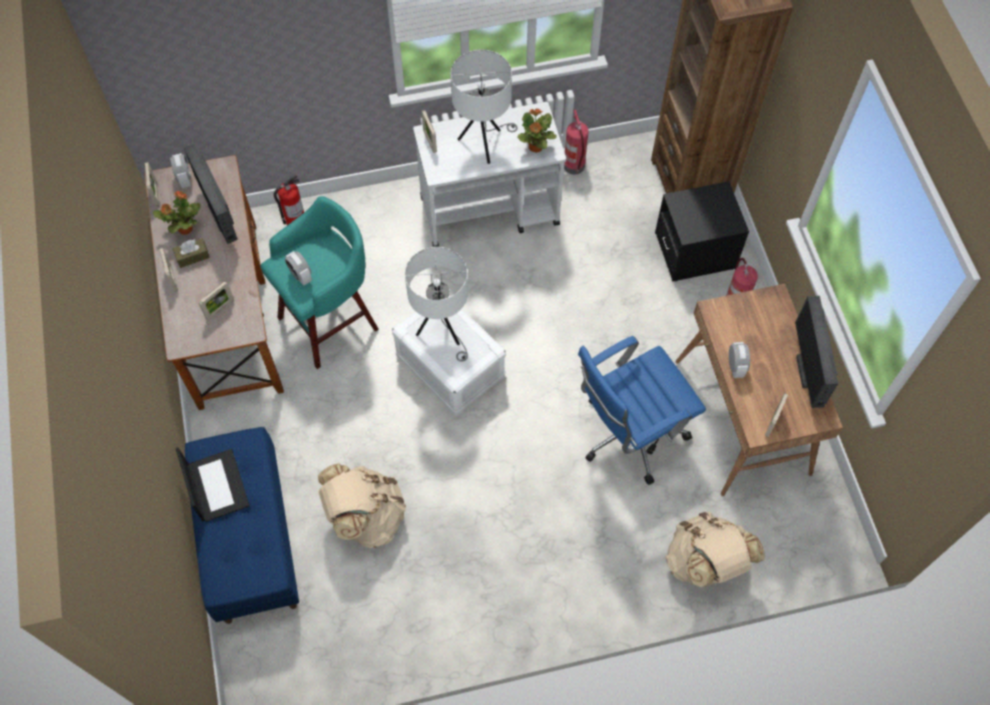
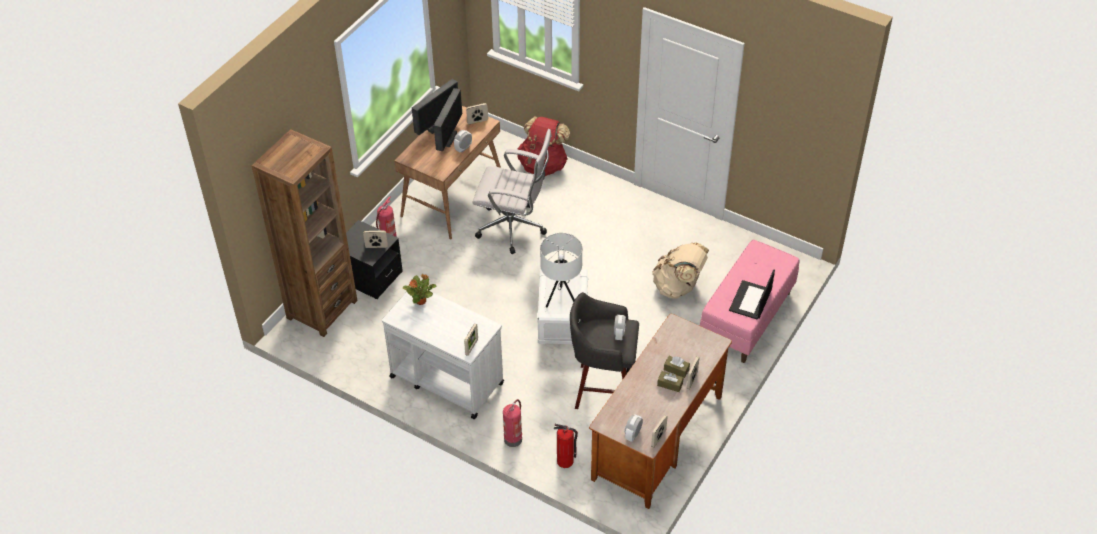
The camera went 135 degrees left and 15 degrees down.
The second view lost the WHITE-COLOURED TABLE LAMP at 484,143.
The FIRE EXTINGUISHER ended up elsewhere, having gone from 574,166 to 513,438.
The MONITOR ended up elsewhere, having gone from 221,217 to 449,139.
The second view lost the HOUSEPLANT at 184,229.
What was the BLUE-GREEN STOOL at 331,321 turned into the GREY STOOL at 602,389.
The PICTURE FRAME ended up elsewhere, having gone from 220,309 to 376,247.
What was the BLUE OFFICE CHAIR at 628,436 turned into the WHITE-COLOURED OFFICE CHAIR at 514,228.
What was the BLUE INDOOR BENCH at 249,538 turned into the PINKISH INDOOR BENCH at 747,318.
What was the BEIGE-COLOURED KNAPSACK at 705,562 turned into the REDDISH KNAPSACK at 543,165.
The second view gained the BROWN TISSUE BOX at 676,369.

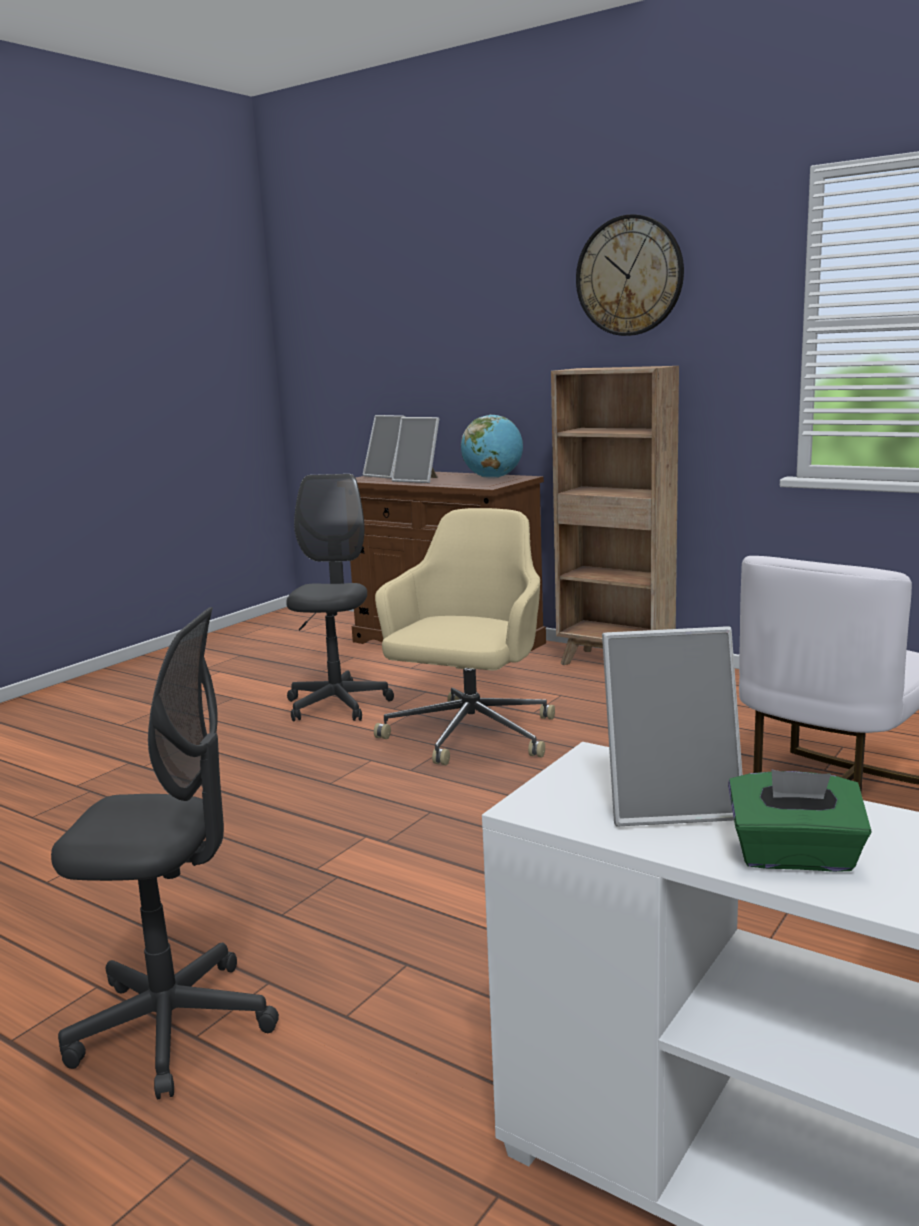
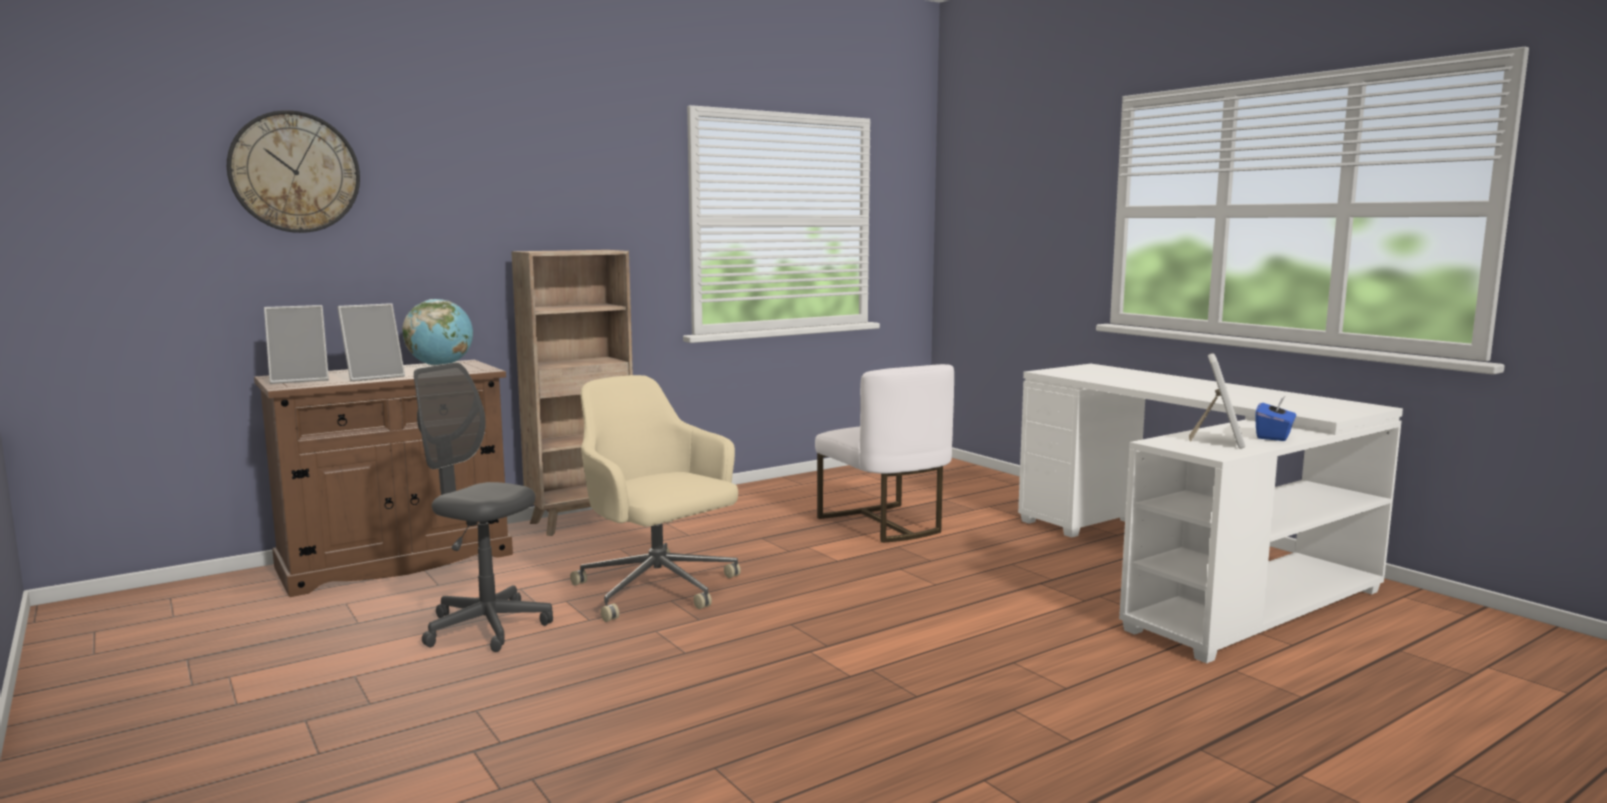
The camera went 70 degrees left and 5 degrees down.
The WALL CLOCK ended up elsewhere, having gone from 629,276 to 294,172.
The second view lost the GREY OFFICE CHAIR at 174,1027.
What was the GREENISH TISSUE BOX at 795,857 turned into the BLUE TISSUE BOX at 1274,436.

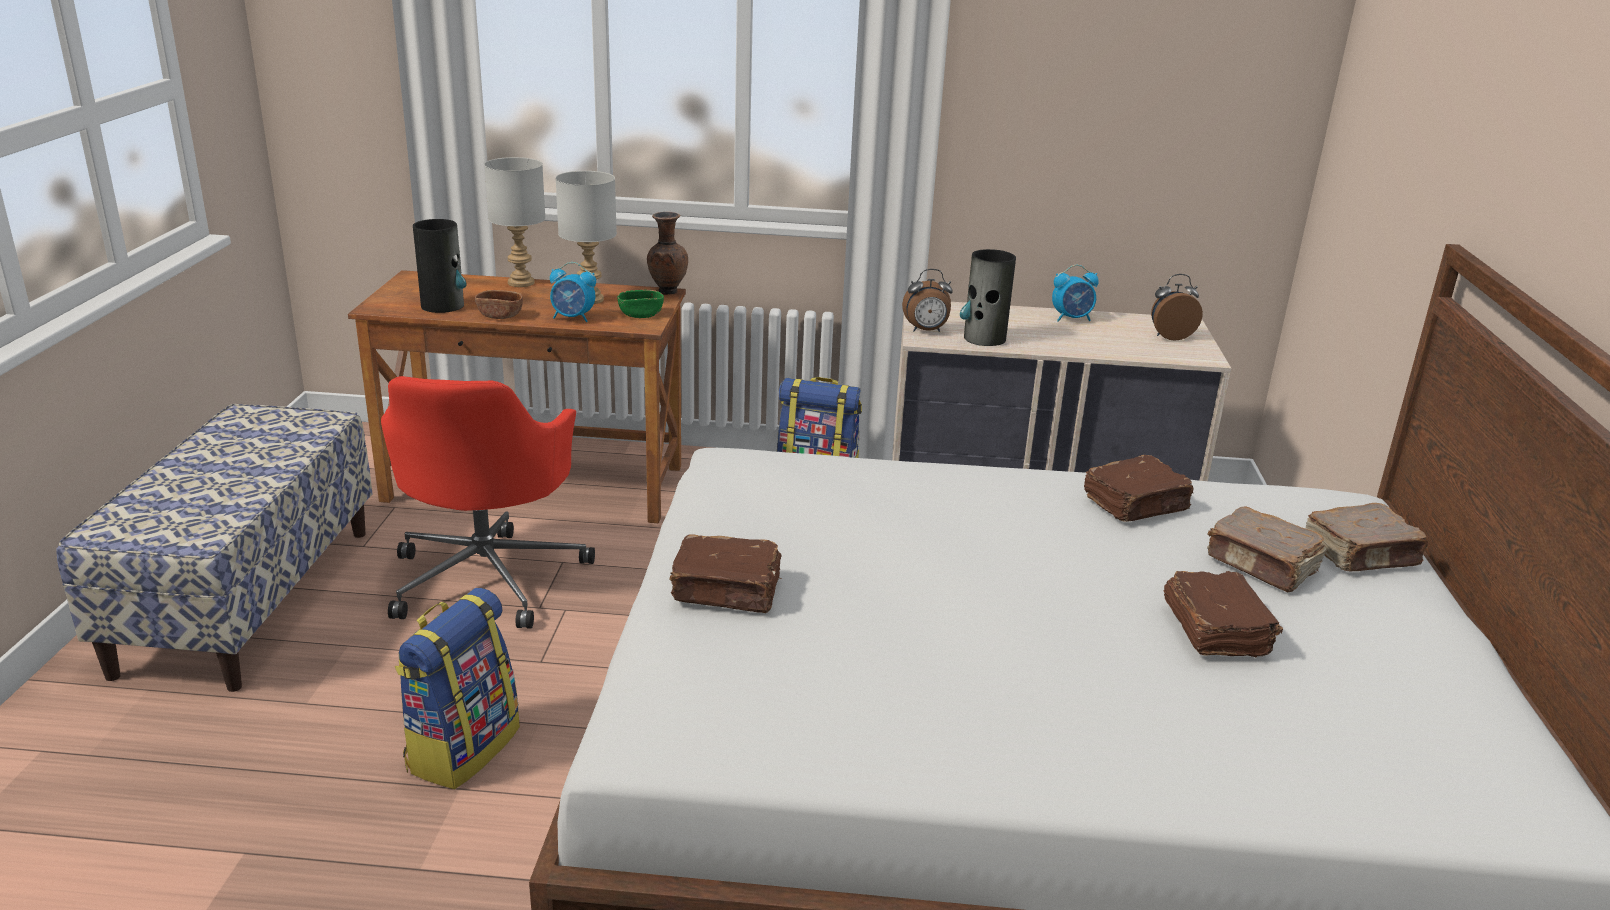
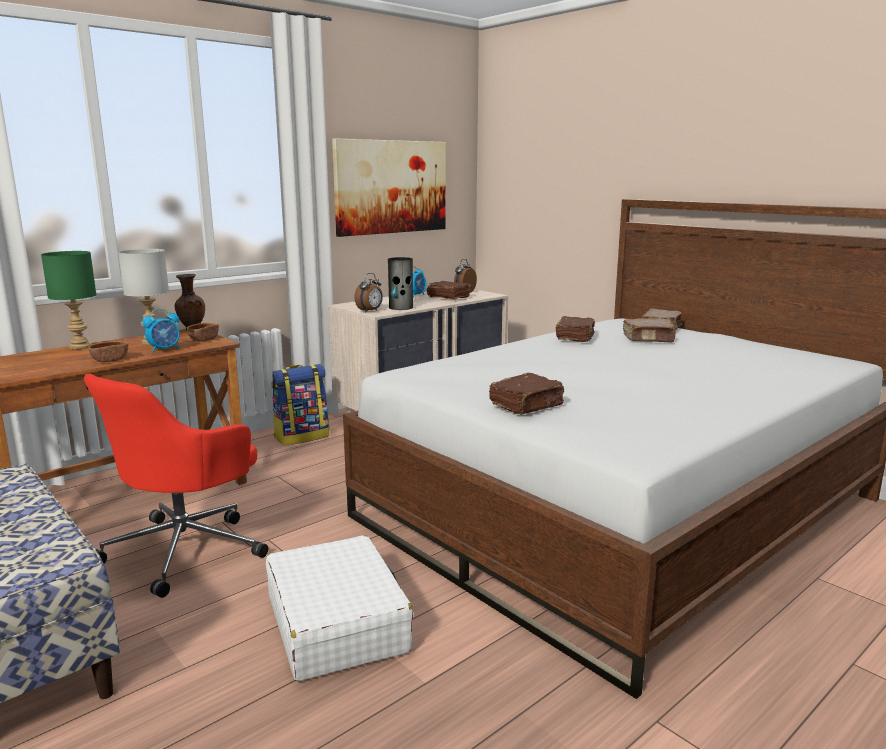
The camera went 45 degrees left and 10 degrees down.
What was the GREY TABLE LAMP at 520,282 turned into the GREENISH TABLE LAMP at 79,347.
The second view lost the DECORATIVE VASE at 443,305.
What was the GREENISH SERVING BOWL at 640,315 turned into the BROWN SERVING BOWL at 204,340.
The REDDISH OFFICE CHAIR at 488,576 ended up facing another way, 75 degrees clockwise from before.
The BROWN BOUND BOOK ended up elsewhere, having gone from 1215,630 to 448,297.
Where the KNAPSACK stood at 462,748, the WHITE-COLOURED TRAVEL CASE came to stand at 337,623.
The second view gained the WALL ART at 391,187.

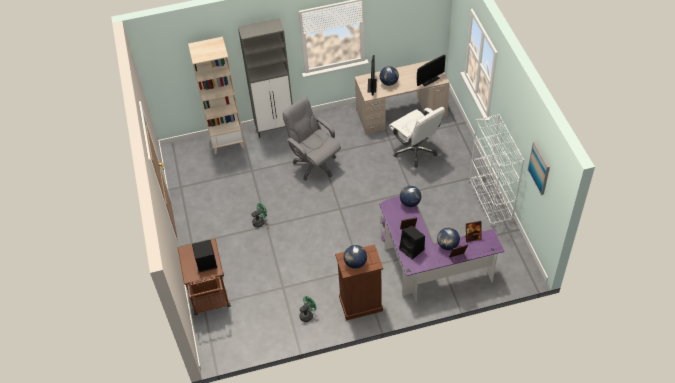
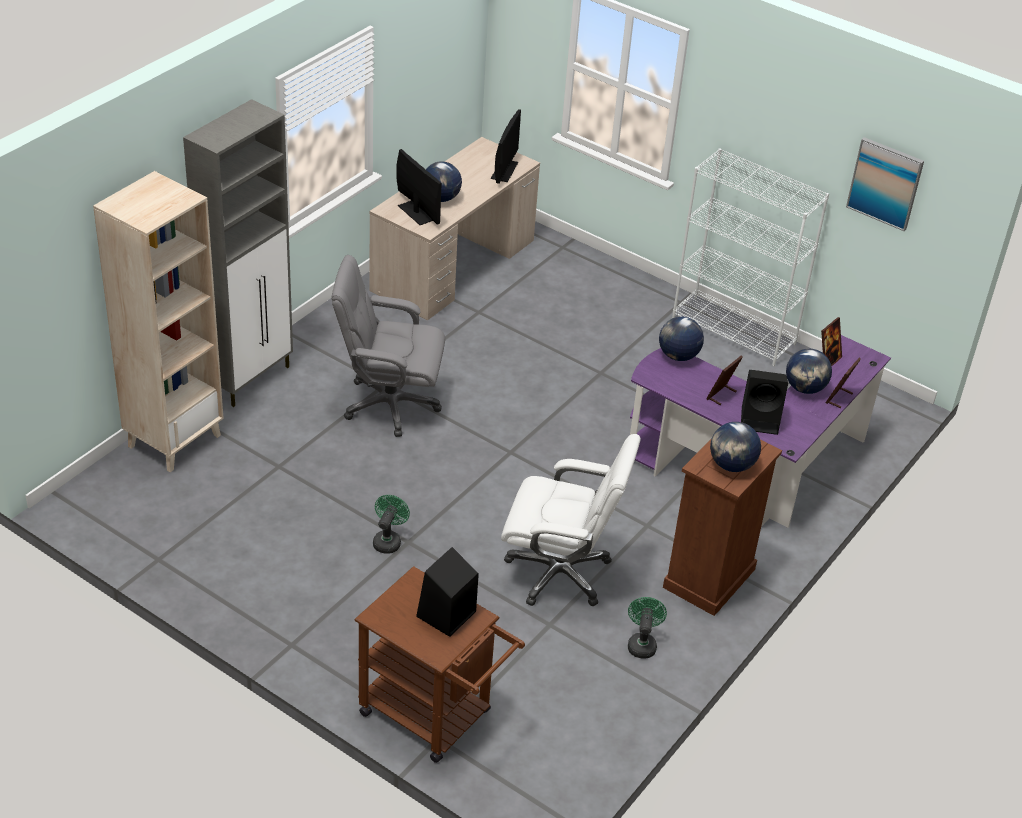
The camera went 45 degrees left and 10 degrees down.
The WHITE-COLOURED OFFICE CHAIR ended up elsewhere, having gone from 415,151 to 560,573.

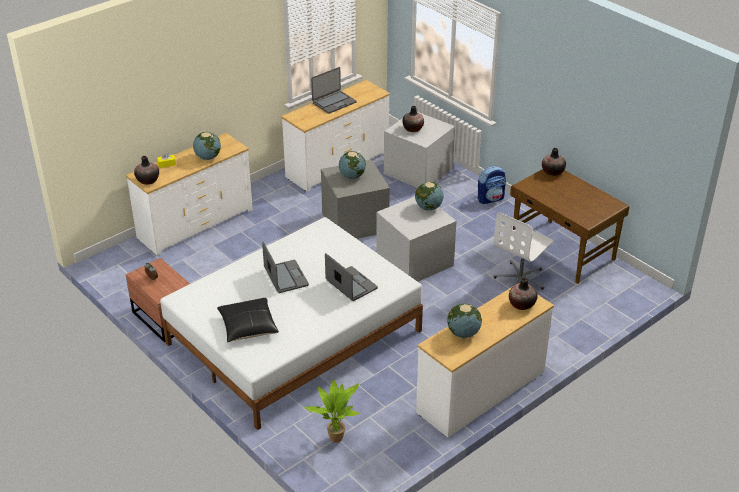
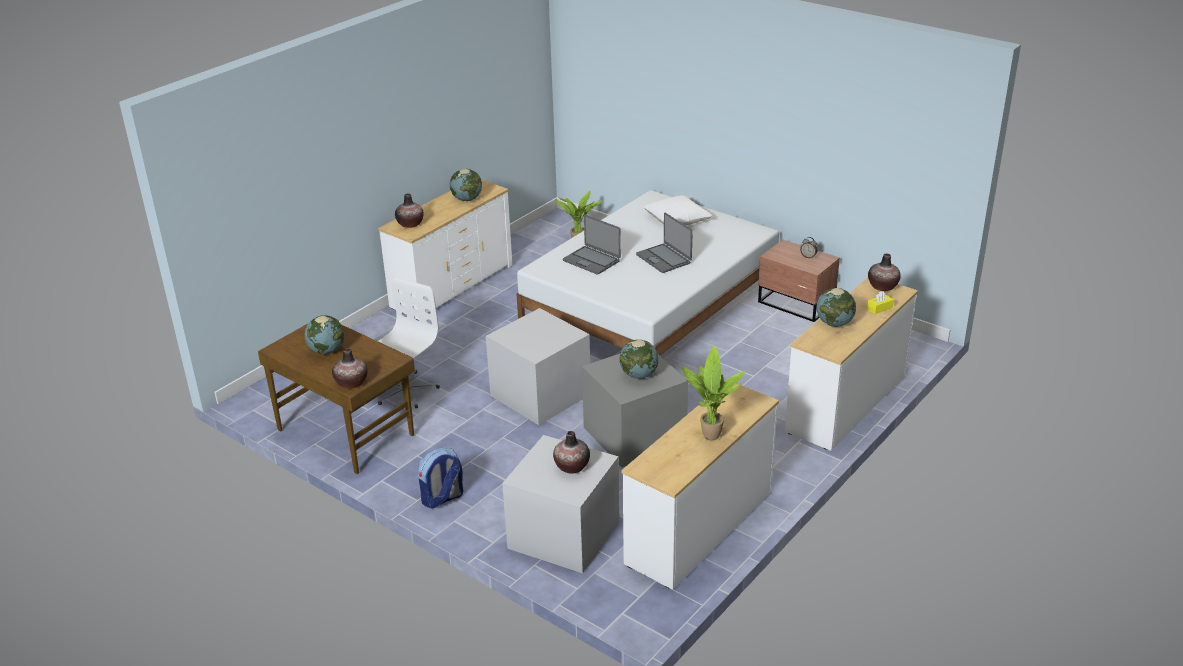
The camera went 170 degrees right and 5 degrees down.
Where the LAPTOP stood at 334,102, the HOUSEPLANT came to stand at 708,435.
The DESK GLOBE ended up elsewhere, having gone from 428,207 to 327,350.
What was the BLACK PILLOW at 248,326 turned into the WHITE-COLOURED PILLOW at 677,219.

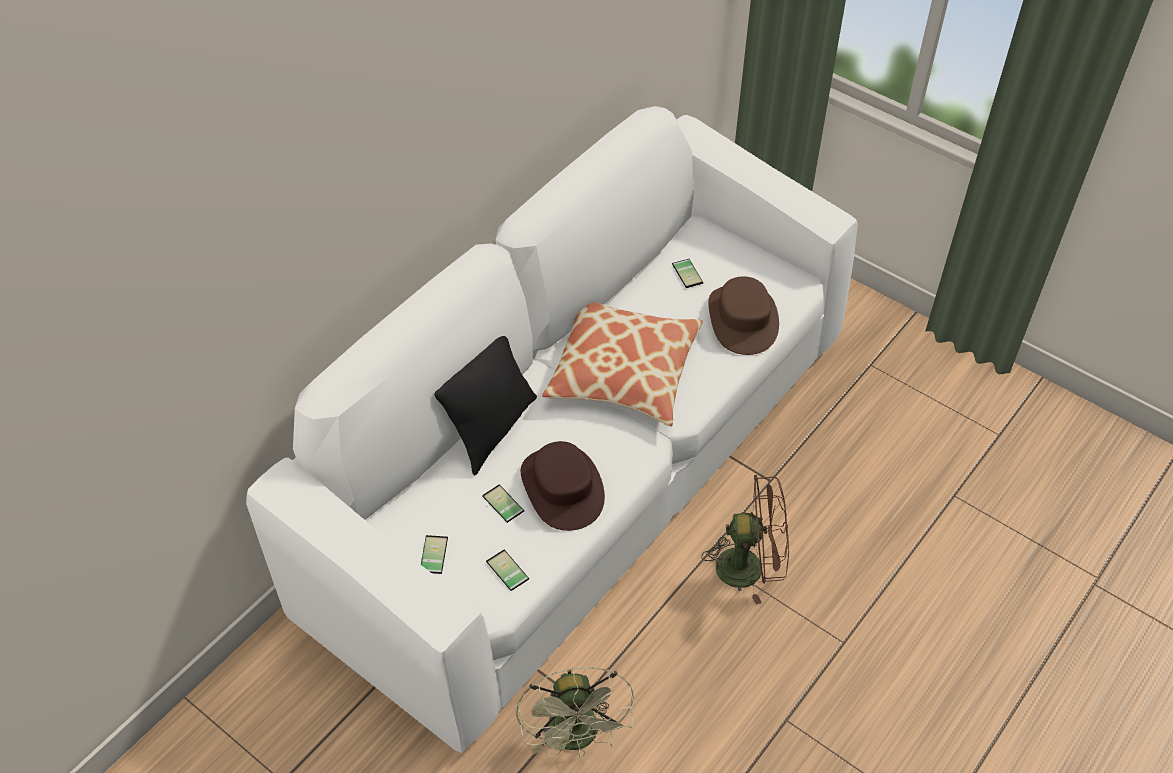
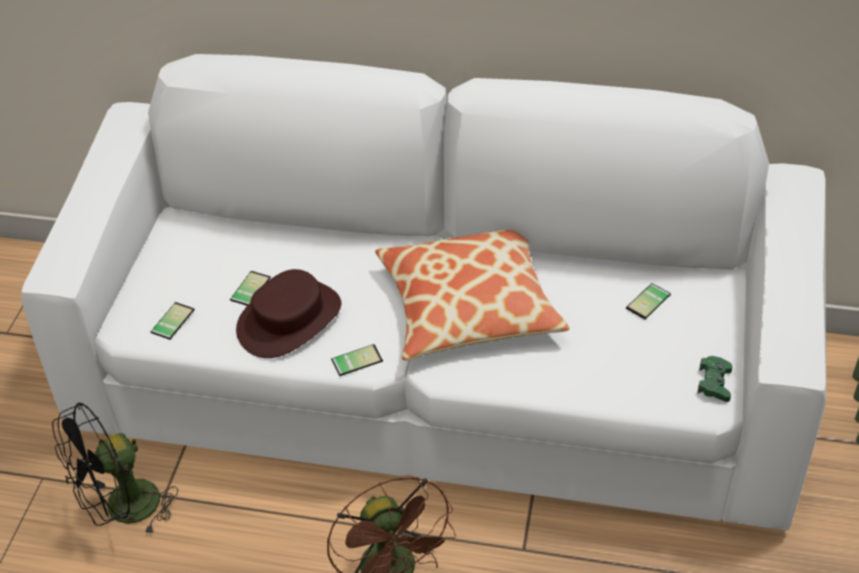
The camera went 65 degrees right and 5 degrees down.
The second view lost the BROWN CLOTHING HAT at 743,319.
The second view lost the BLACK PILLOW at 492,429.
The PHONE ended up elsewhere, having gone from 431,554 to 356,358.
What was the GREENISH COOLING FAN at 577,738 turned into the BLACK COOLING FAN at 123,510.
The second view gained the GREENISH GAMEPAD at 714,383.

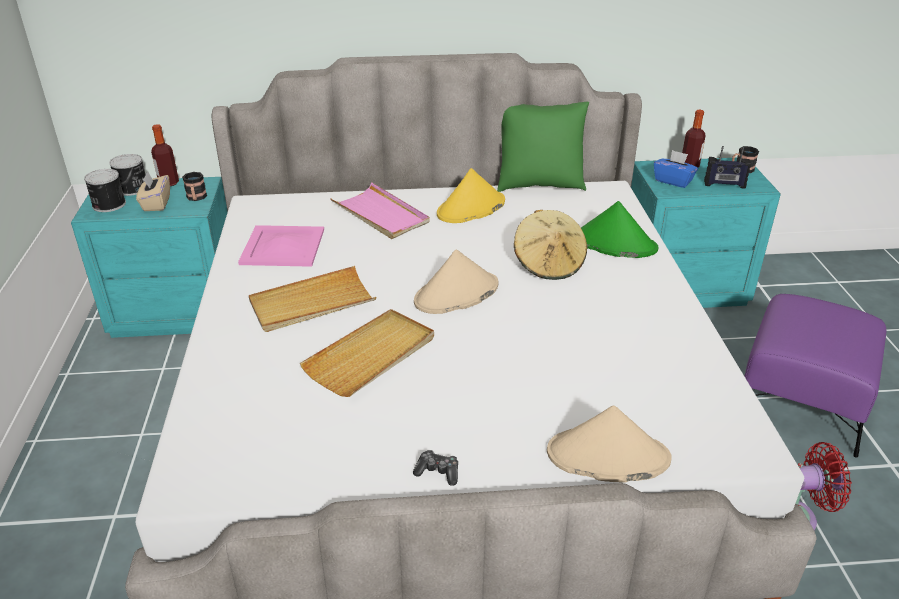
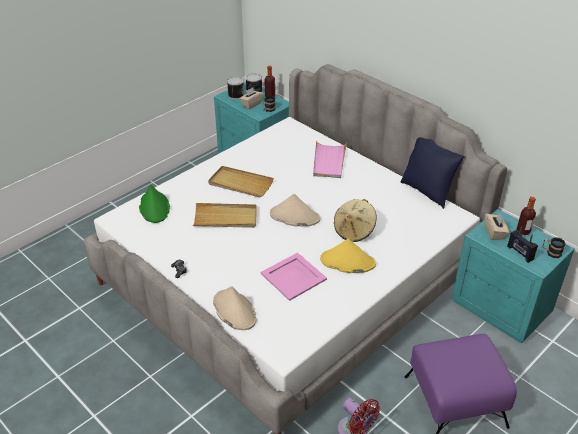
The camera went 50 degrees right and 5 degrees up.
What was the GREENISH PILLOW at 539,185 turned into the BLUE PILLOW at 427,191.
What was the BLUE TISSUE BOX at 673,181 turned into the BEIGE-COLOURED TISSUE BOX at 494,232.
The YELLOW CLOTHING HAT ended up elsewhere, having gone from 471,208 to 347,262.
The GREENISH CLOTHING HAT ended up elsewhere, having gone from 614,243 to 154,207.
The PINKISH SERVING TRAY ended up elsewhere, having gone from 283,246 to 294,276.

